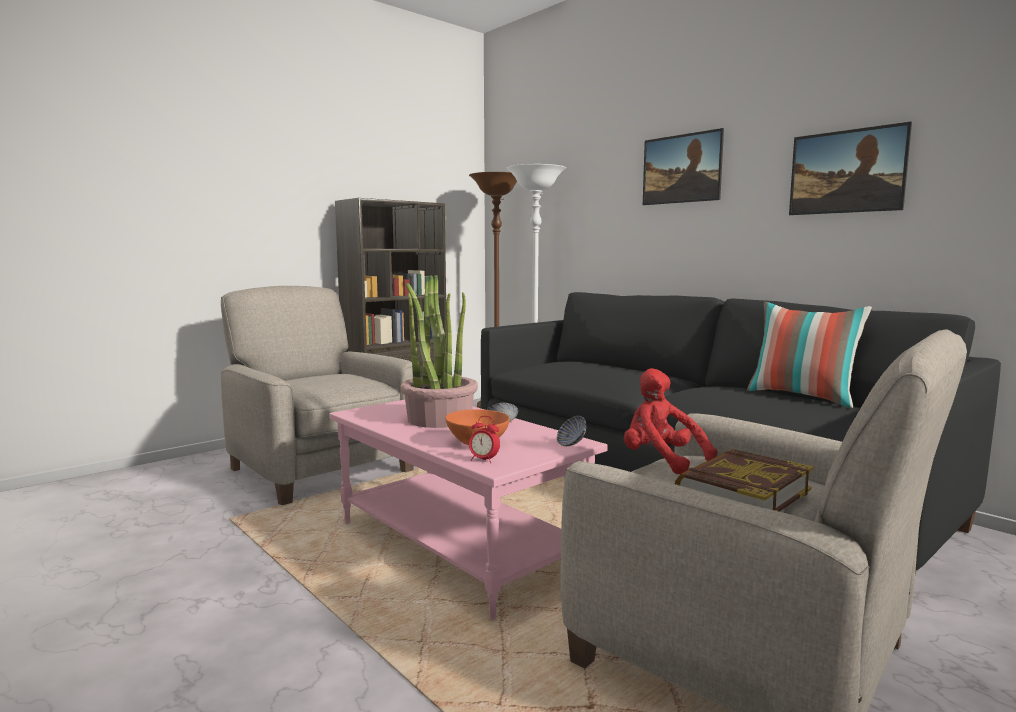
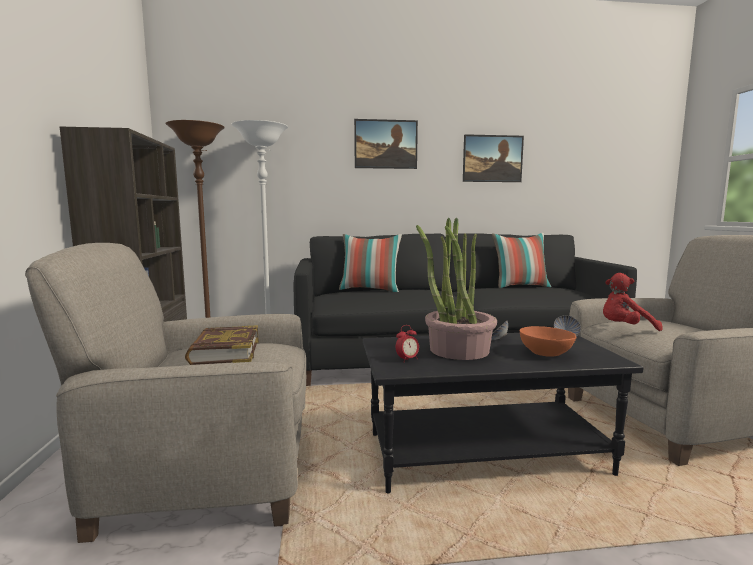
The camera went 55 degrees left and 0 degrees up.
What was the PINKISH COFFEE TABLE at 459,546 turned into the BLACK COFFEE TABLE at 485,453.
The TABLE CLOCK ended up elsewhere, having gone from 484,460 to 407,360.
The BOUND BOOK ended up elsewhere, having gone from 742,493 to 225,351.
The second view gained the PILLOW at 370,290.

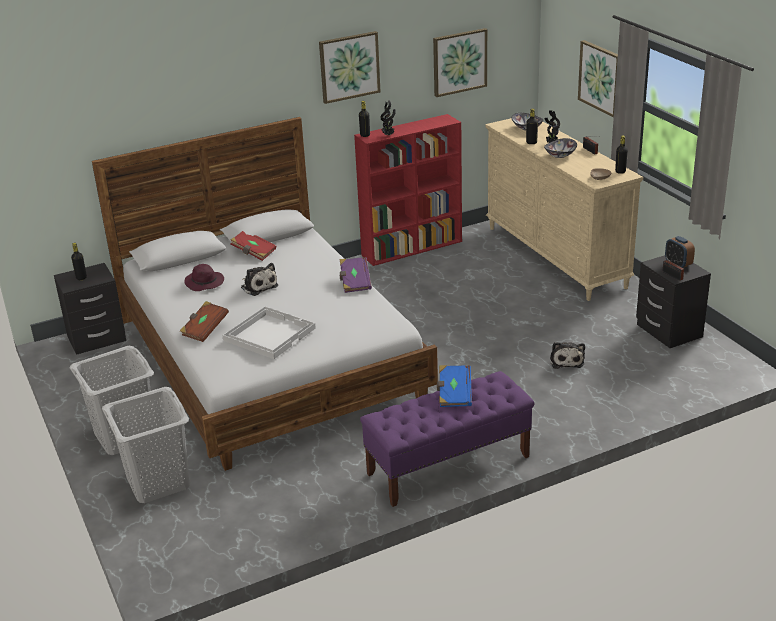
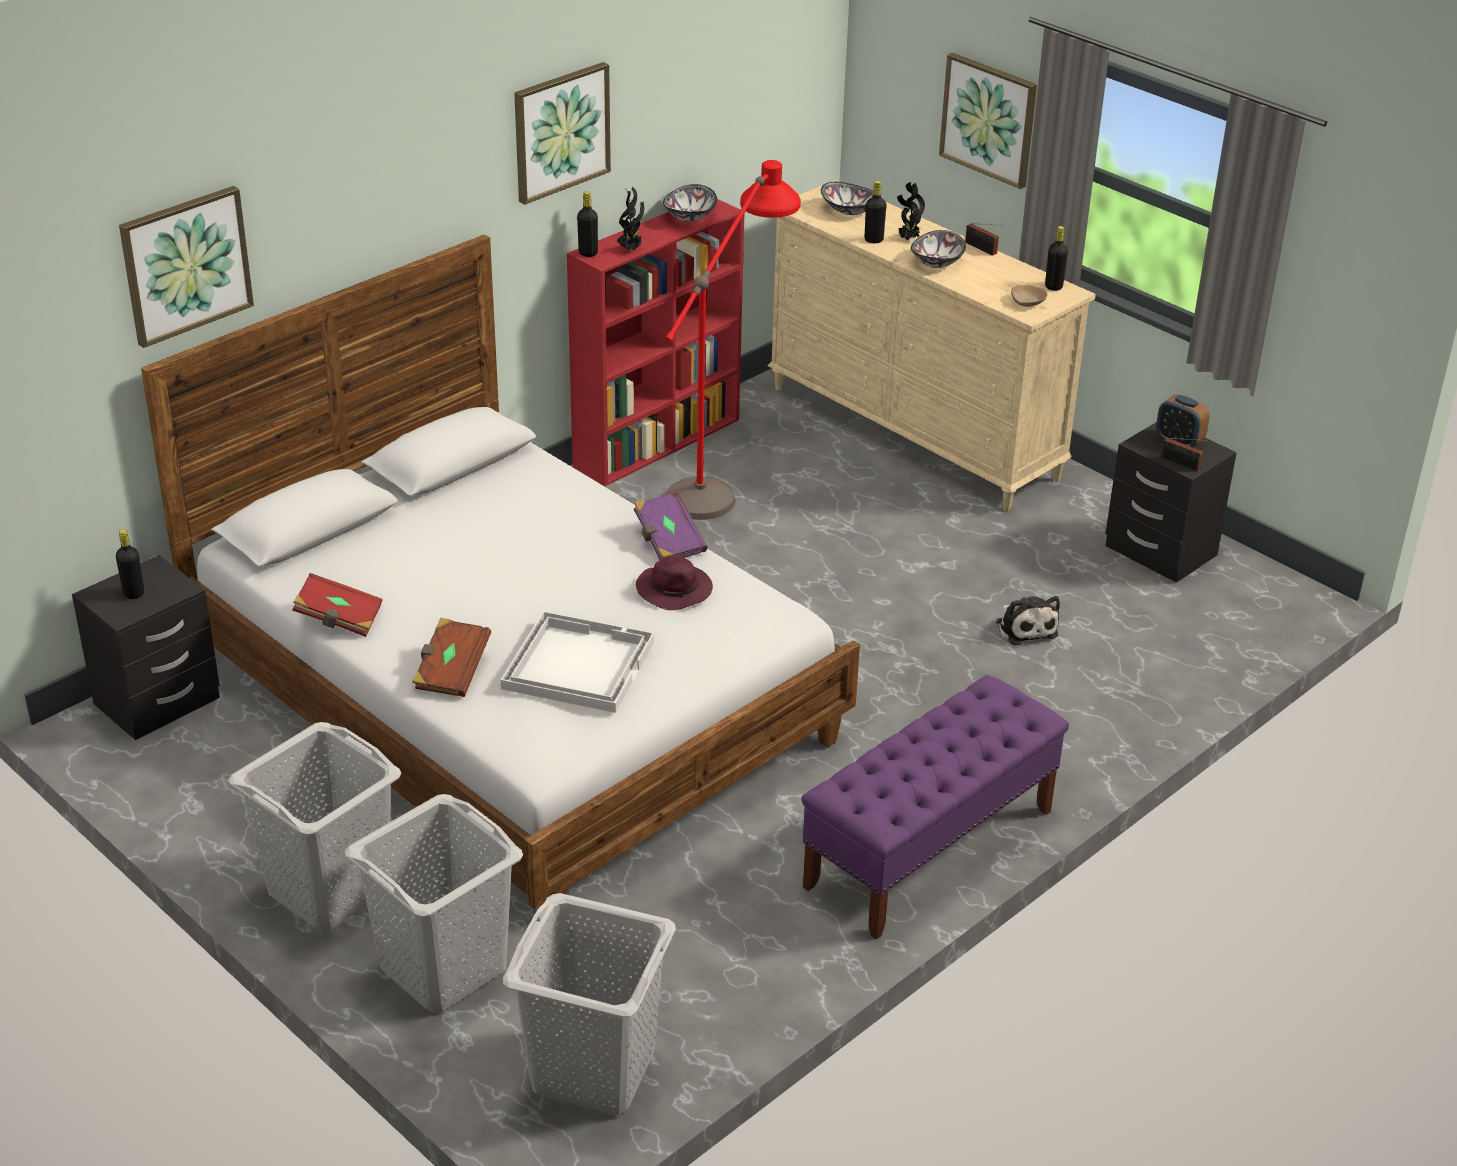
The camera went 20 degrees left and 5 degrees up.
The WALL ART ended up elsewhere, having gone from 459,62 to 185,265.
The REDDISH BOUND BOOK ended up elsewhere, having gone from 253,252 to 339,619.
The second view lost the SOFT TOY at 258,286.
The PURPLE CLOTHING HAT ended up elsewhere, having gone from 205,283 to 675,591.
The second view lost the BLUE BOUND BOOK at 454,394.
The second view gained the REDDISH STANDARD LAMP at 726,477.
The second view gained the SERVING BOWL at 689,216.
The second view gained the GREY HAMPER at 593,1071.

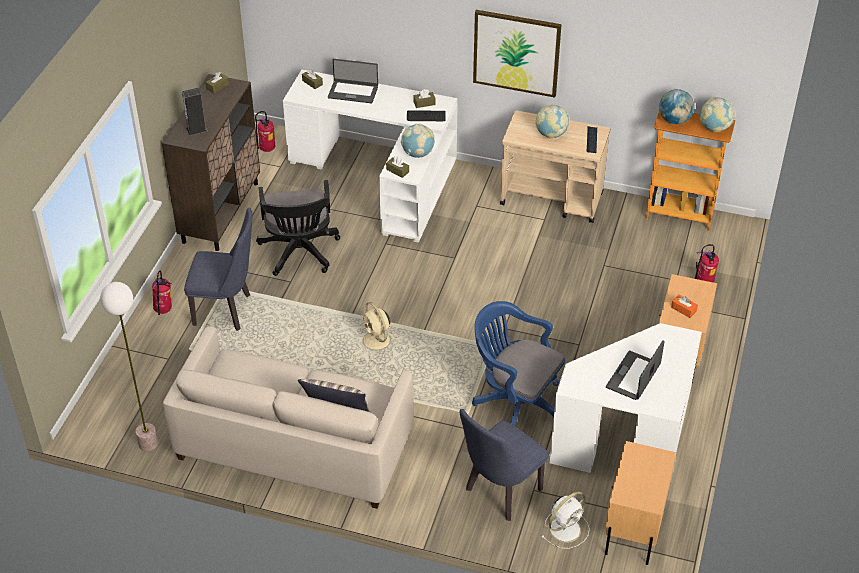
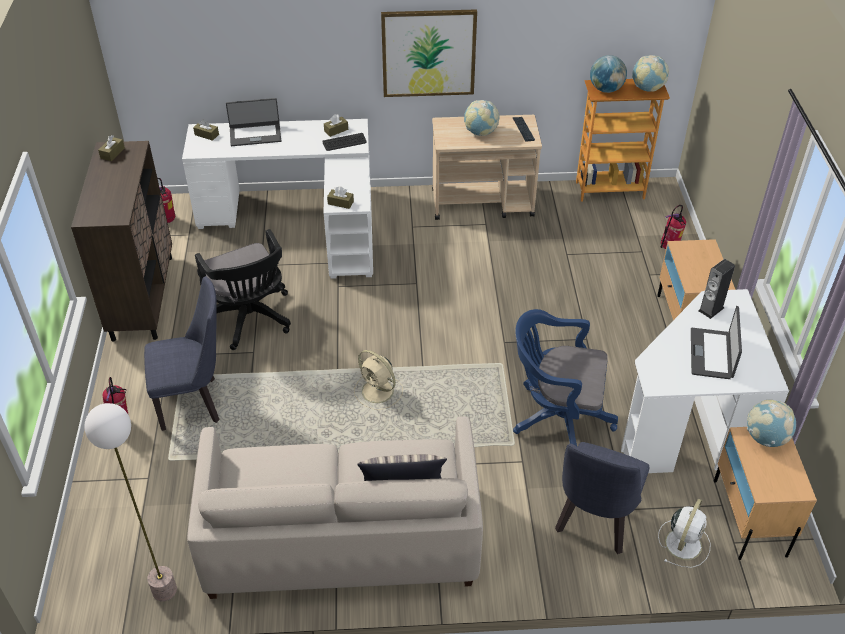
The camera went 20 degrees left and 0 degrees up.
The SPEAKER ended up elsewhere, having gone from 196,129 to 711,309.
The DESK GLOBE ended up elsewhere, having gone from 418,153 to 766,438.
The second view lost the ORANGE-COLOURED TISSUE BOX at 683,309.

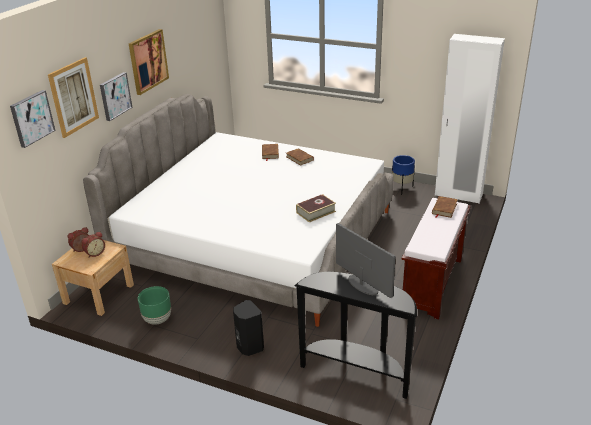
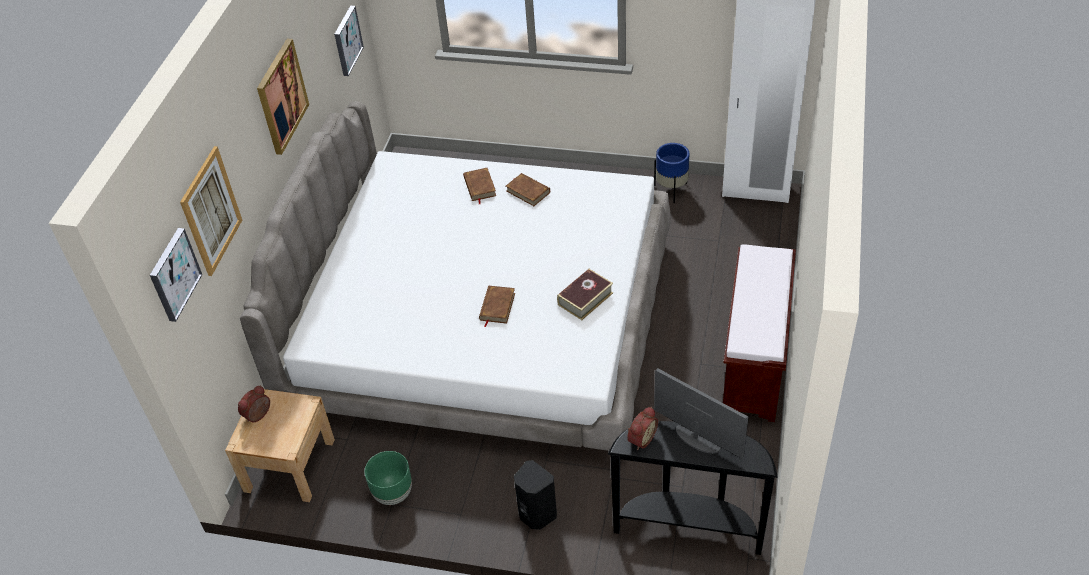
The camera went 10 degrees left and 15 degrees up.
The WALL ART ended up elsewhere, having gone from 115,96 to 346,40.
The BROWN BOUND BOOK ended up elsewhere, having gone from 444,209 to 497,307.
The TABLE CLOCK ended up elsewhere, having gone from 94,253 to 640,438.

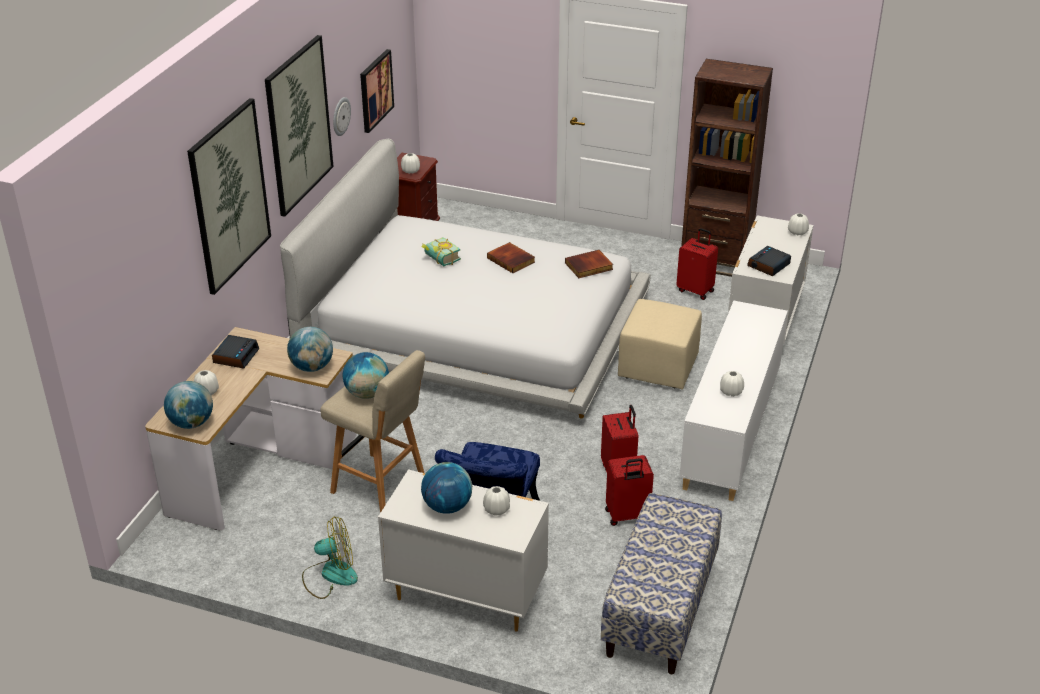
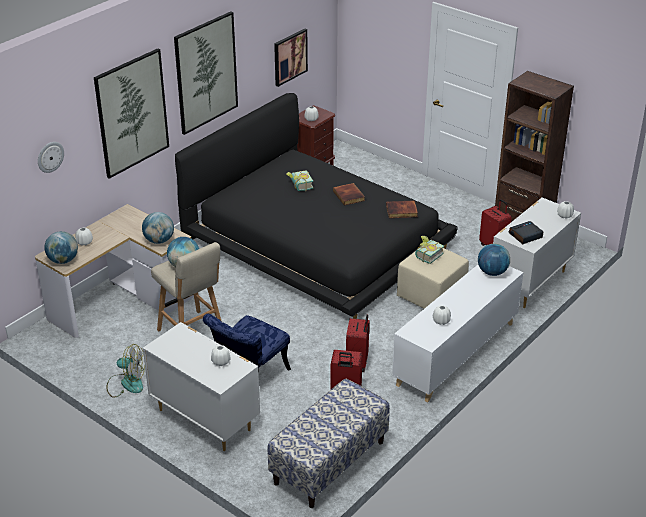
The camera went 20 degrees right and 0 degrees up.
The WALL CLOCK ended up elsewhere, having gone from 340,116 to 50,156.
What was the WHITE-COLOURED SLEEPING BED at 474,329 turned into the BLACK SLEEPING BED at 316,241.
The second view lost the TABLE CLOCK at 236,356.
The DESK GLOBE ended up elsewhere, having gone from 447,507 to 492,272.
The second view gained the BOUND BOOK at 427,255.

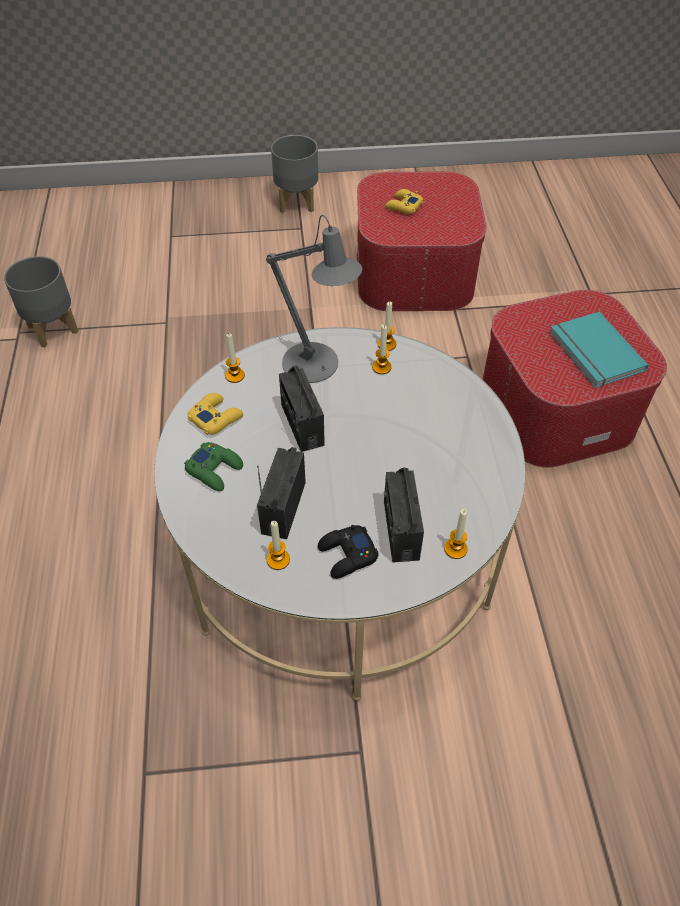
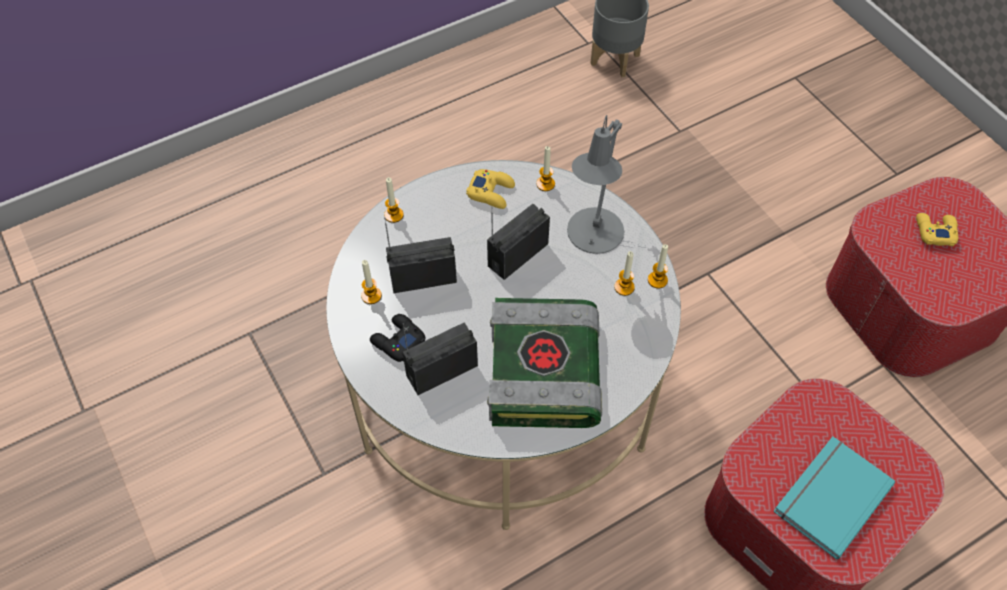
The camera went 65 degrees right and 5 degrees up.
The second view lost the GREY PLANT POT at 297,202.
The second view lost the GREENISH GAMEPAD at 215,470.
The WAX LIGHT ended up elsewhere, having gone from 455,549 to 394,215.
The second view gained the BOUND BOOK at 545,373.

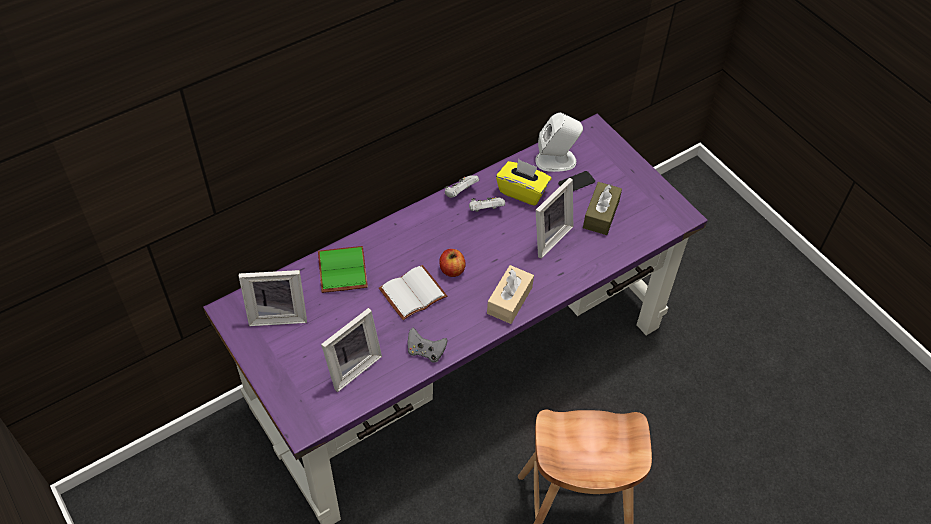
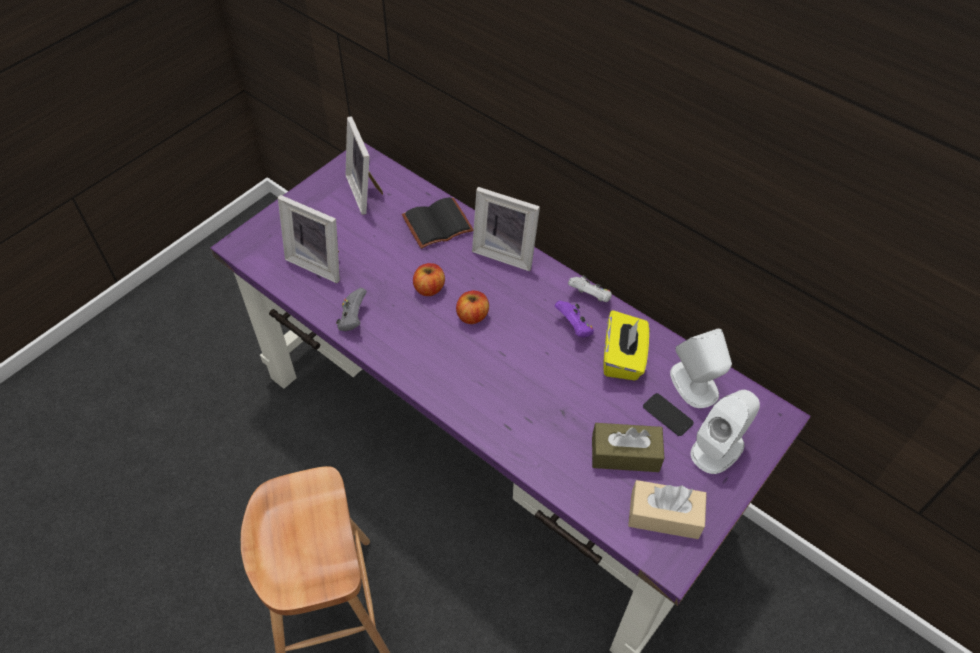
The camera went 75 degrees right and 0 degrees up.
The PICTURE FRAME ended up elsewhere, having gone from 547,236 to 506,252.
What was the WHITE-COLOURED GAMEPAD at 485,210 turned into the PURPLE GAMEPAD at 574,327.
What was the GREENISH BOUND BOOK at 341,269 turned into the BLACK BOUND BOOK at 437,223.
Where the WHITE-COLOURED BOUND BOOK stood at 412,292, the WHOLE APPLE came to stand at 429,288.
The BEIGE-COLOURED TISSUE BOX ended up elsewhere, having gone from 509,300 to 664,516.
The second view gained the WHITE-COLOURED SPEAKER at 718,448.

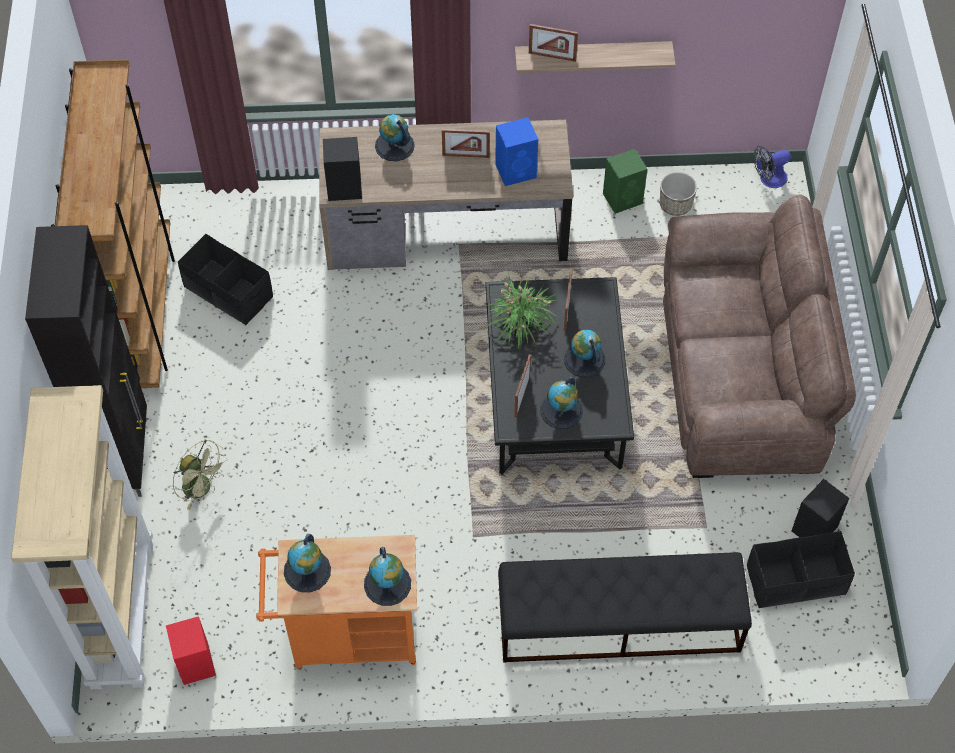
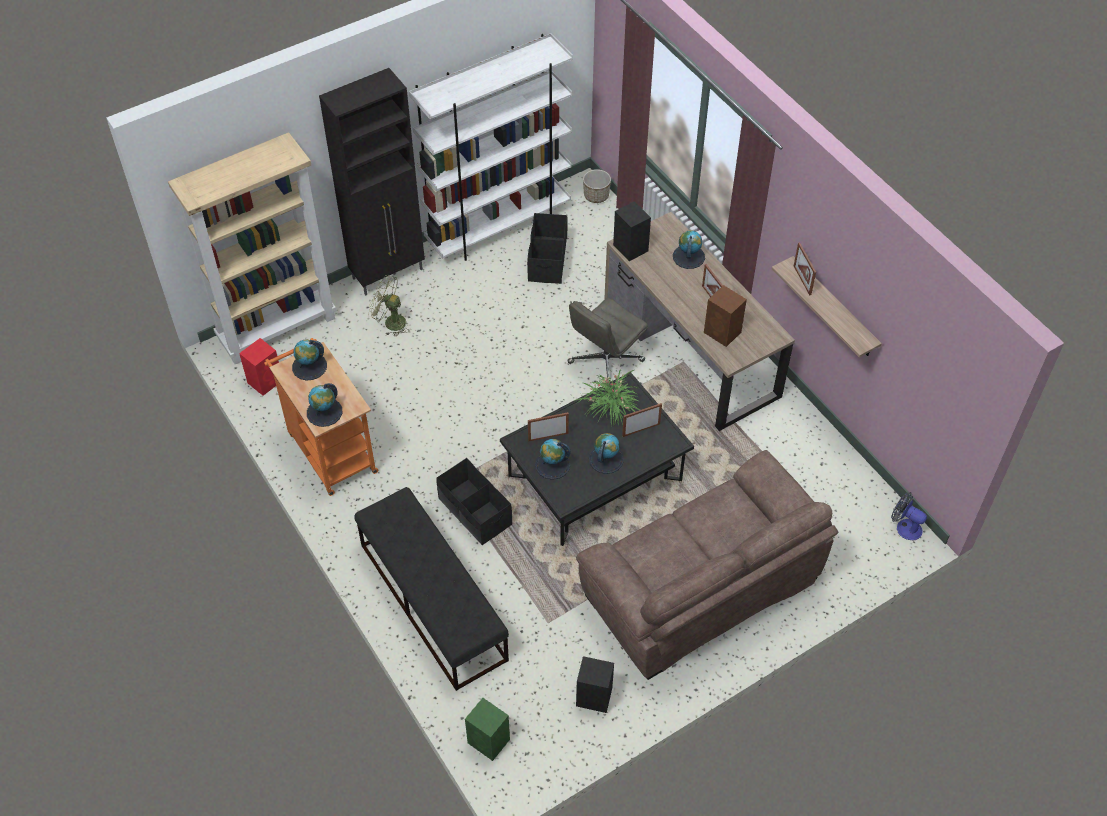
The camera went 60 degrees right and 5 degrees down.
What was the BROWN BOOKCASE at 143,314 turned into the WHITE-COLOURED BOOKCASE at 498,227.
What was the BLUE SPEAKER at 516,170 turned into the BROWN SPEAKER at 723,333.
The GREENISH SPEAKER ended up elsewhere, having gone from 623,198 to 489,741.
The PLANT POT ended up elsewhere, having gone from 675,205 to 596,196.
The GREENISH COOLING FAN at 202,489 ended up facing another way, 105 degrees clockwise from before.
The BLACK STORAGE BIN ended up elsewhere, having gone from 796,580 to 474,512.
The second view gained the GREY OFFICE CHAIR at 605,362.

